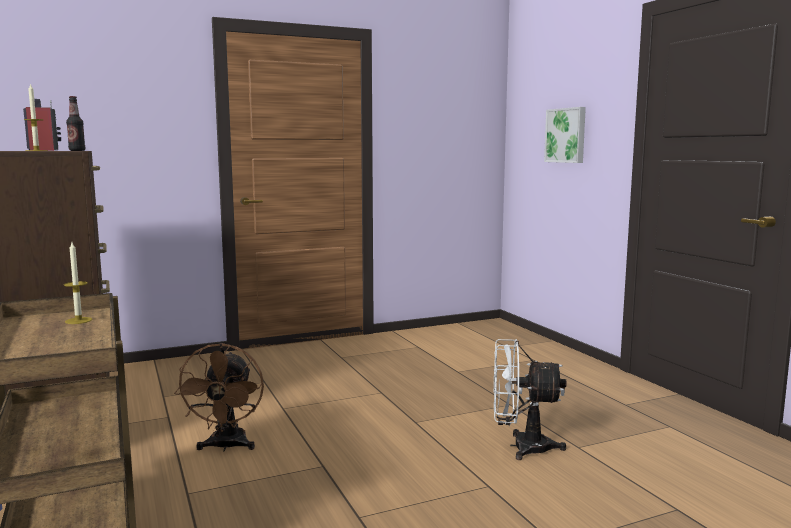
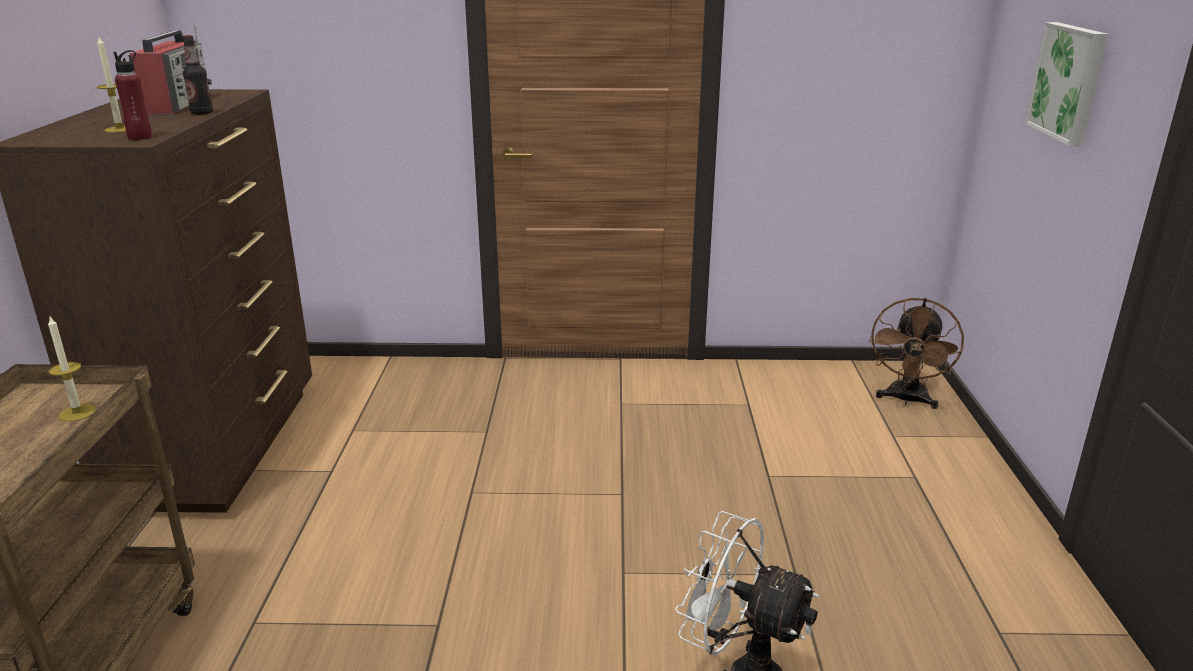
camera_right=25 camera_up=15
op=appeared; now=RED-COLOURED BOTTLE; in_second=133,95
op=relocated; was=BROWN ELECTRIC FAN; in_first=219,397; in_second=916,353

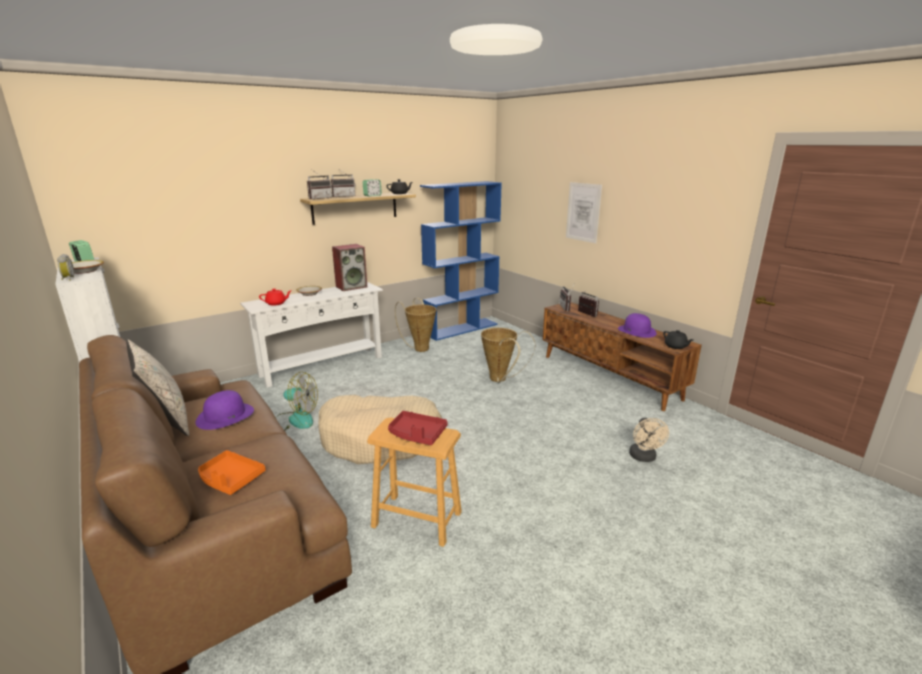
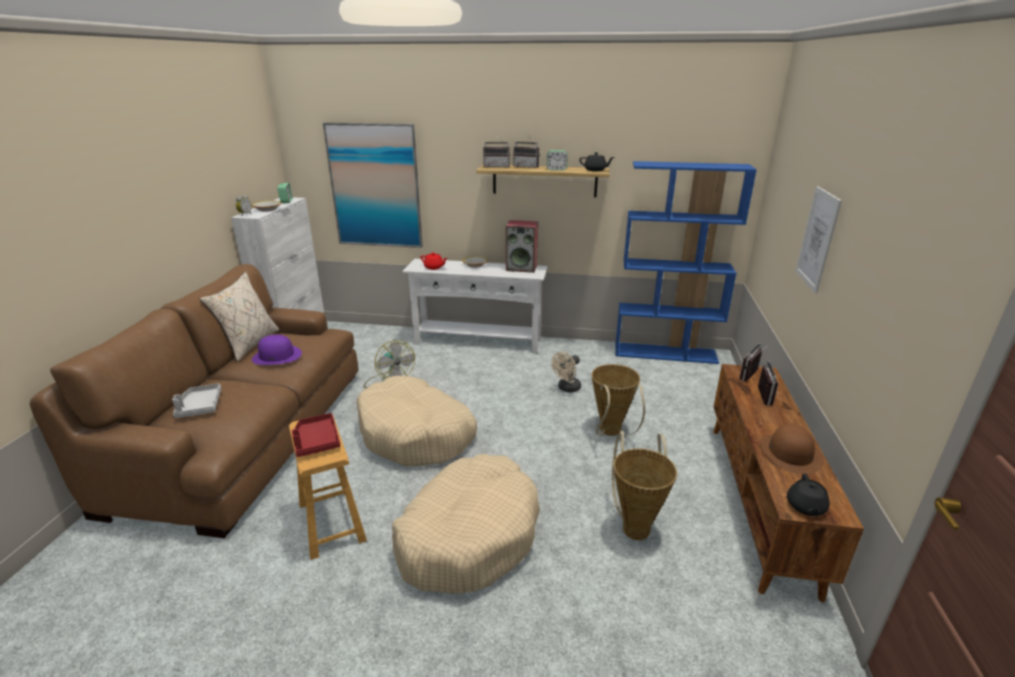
camera_right=45 camera_up=5
op=colour; was=ORANGE-COLOURED SERVING TRAY; now=GRAY SERVING TRAY; in_first=232,472; in_second=196,400
op=appeared; now=WALL PICTURE; in_second=373,185
op=appeared; now=BEIGE-COLOURED DOG BED; in_second=466,524
op=relocated; was=BEIGE-COLOURED ELECTRIC FAN; in_first=649,440; in_second=566,371
op=relocated; was=STORAGE BASKET; in_first=415,325; in_second=644,485
op=colour; was=PURPLE-COLOURED WEARABLE HAT; now=BROWN WEARABLE HAT; in_first=637,325; in_second=791,449

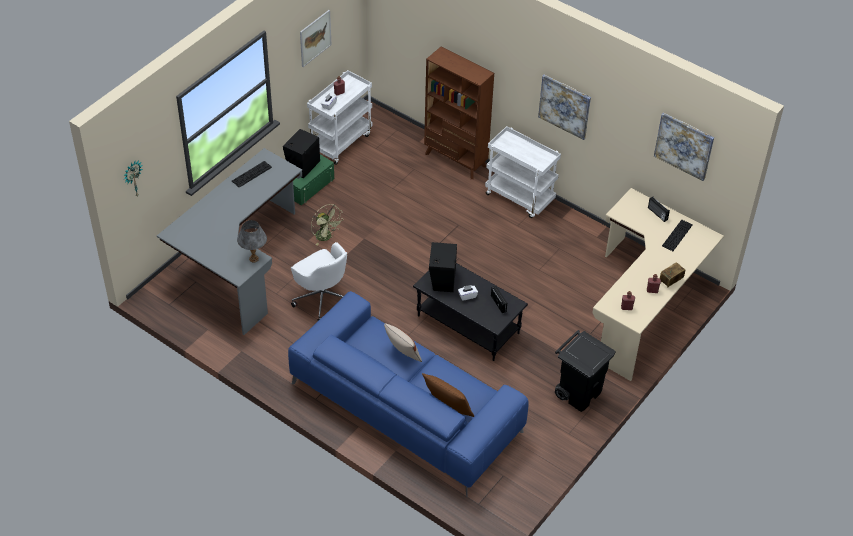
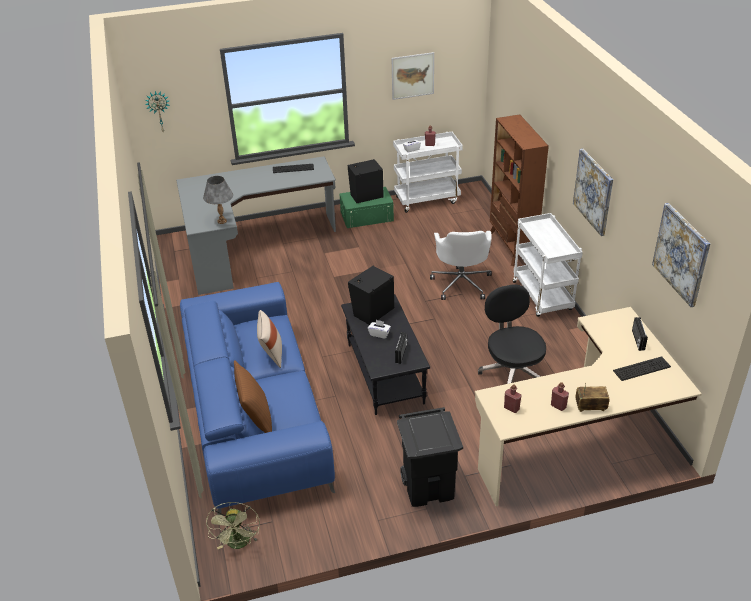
camera_right=40 camera_up=-10
op=relocated; was=GREENISH ELECTRIC FAN; in_first=327,224; in_second=233,525
op=relocated; was=WHITE DESK CHAIR; in_first=319,281; in_second=461,265
op=appeared; now=BLACKISH DESK CHAIR; in_second=512,334

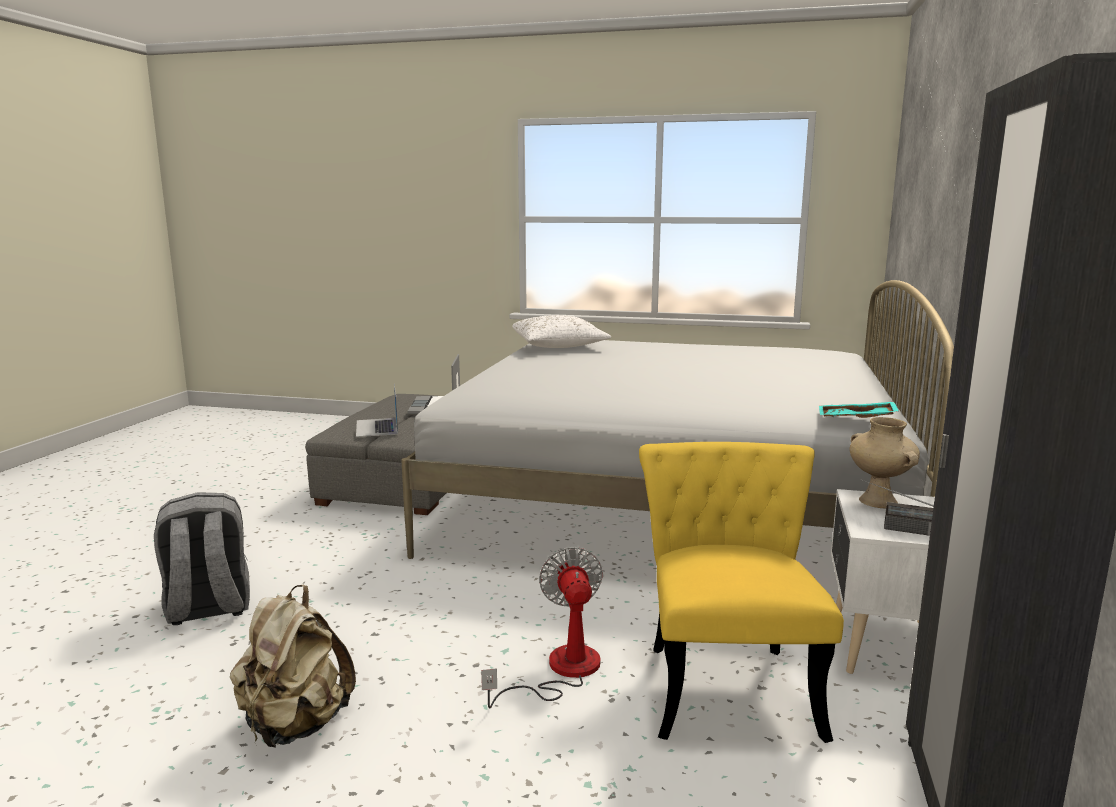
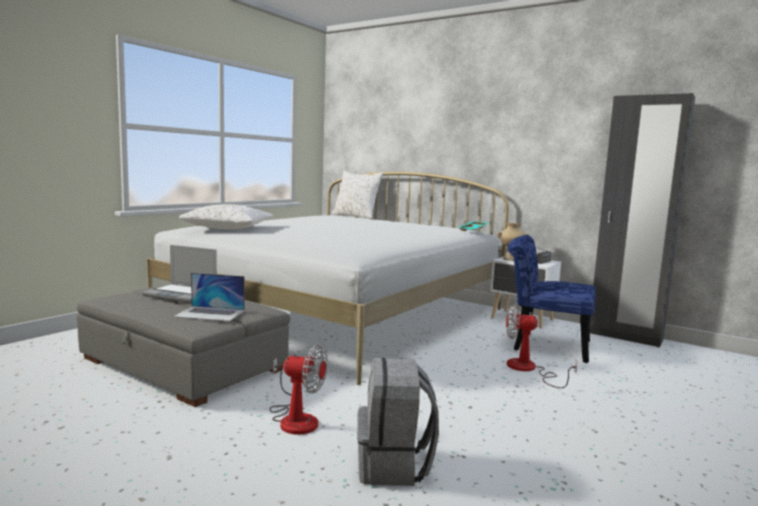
camera_right=-70 camera_up=-5
op=appeared; now=ELECTRIC FAN; in_second=299,390
op=appeared; now=WHITE THROW PILLOW; in_second=357,194
op=colour; was=YELLOW PLAIN CHAIR; now=BLUE PLAIN CHAIR; in_first=741,592; in_second=552,299
op=missing; was=BEIGE-COLOURED RUCKSACK; in_first=293,666

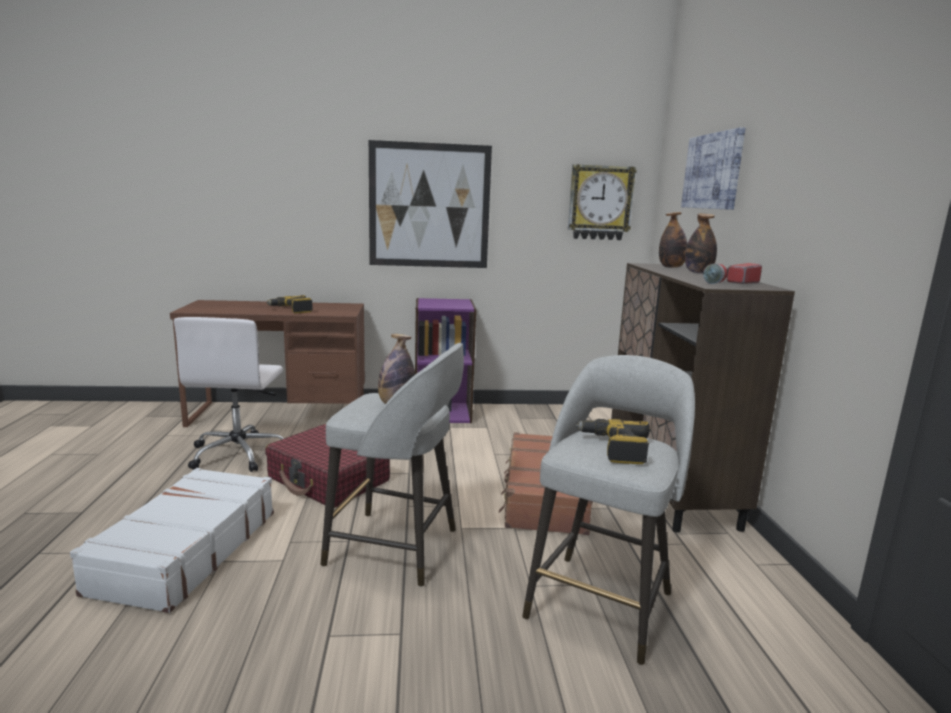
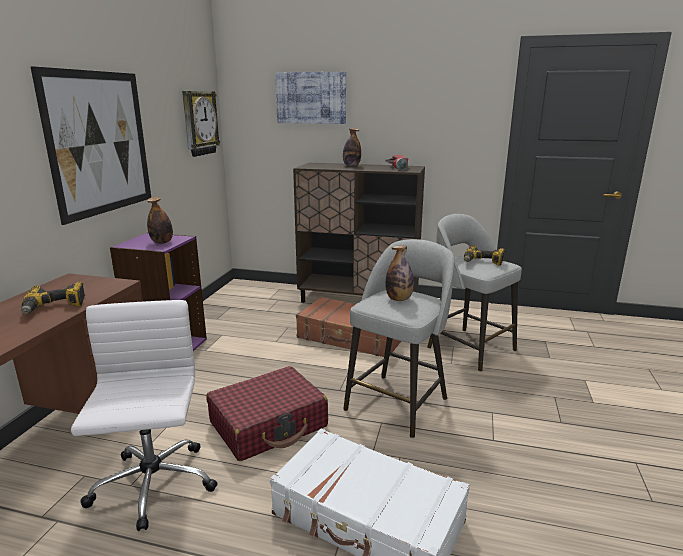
camera_right=-70 camera_up=5
op=spun; was=WHITE DESK CHAIR; in_first=229,394; in_second=144,415; clockwise=-120
op=relocated; was=BOTTLE; in_first=673,240; in_second=160,220

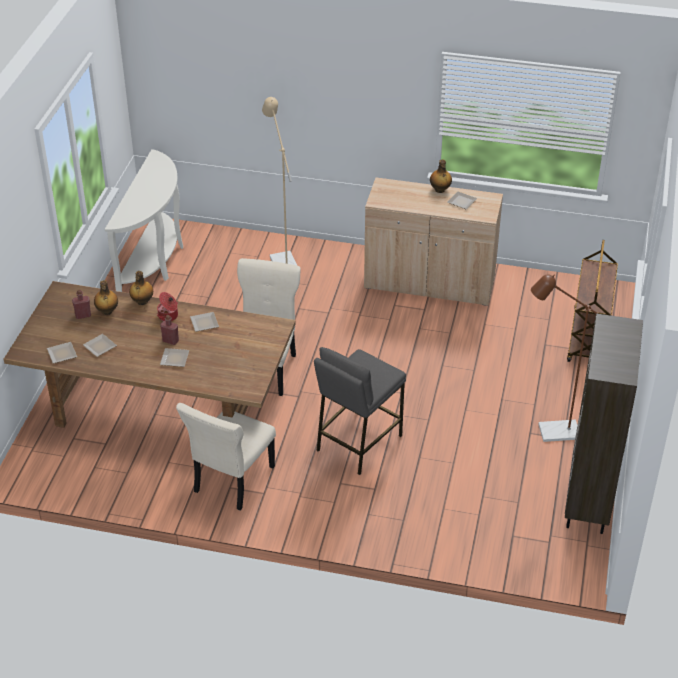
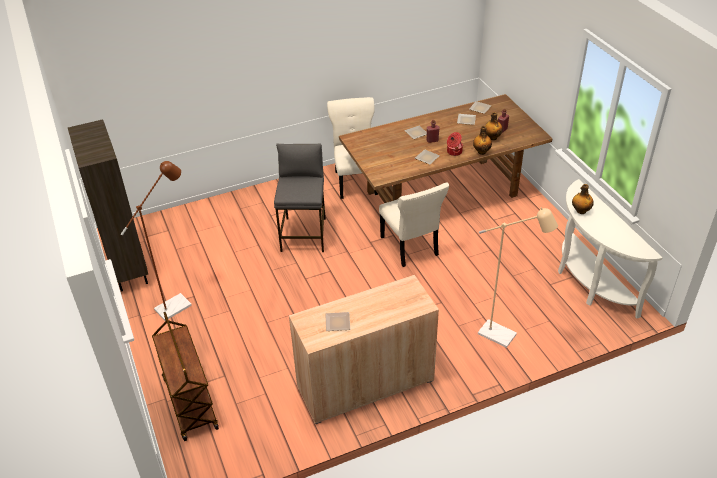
camera_right=145 camera_up=0
op=relocated; was=BOTTLE; in_first=441,176; in_second=583,199

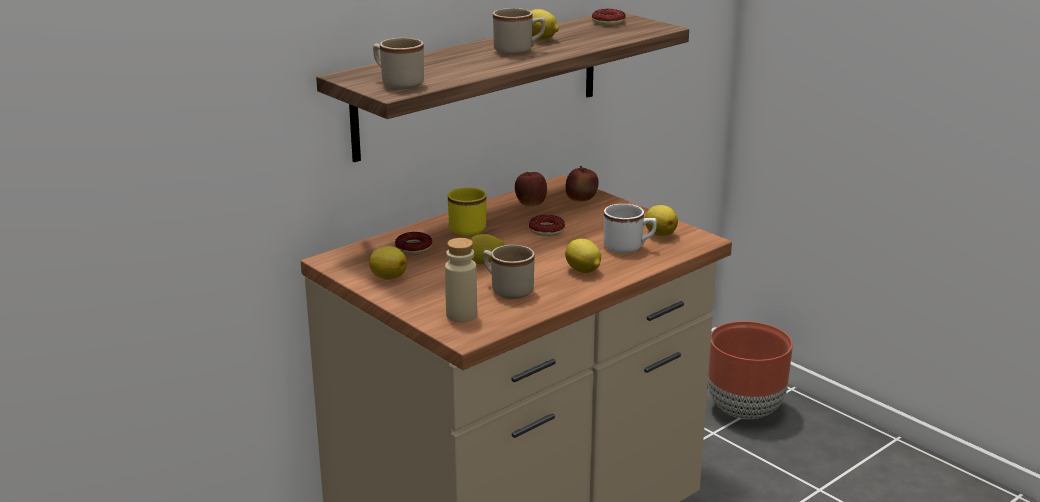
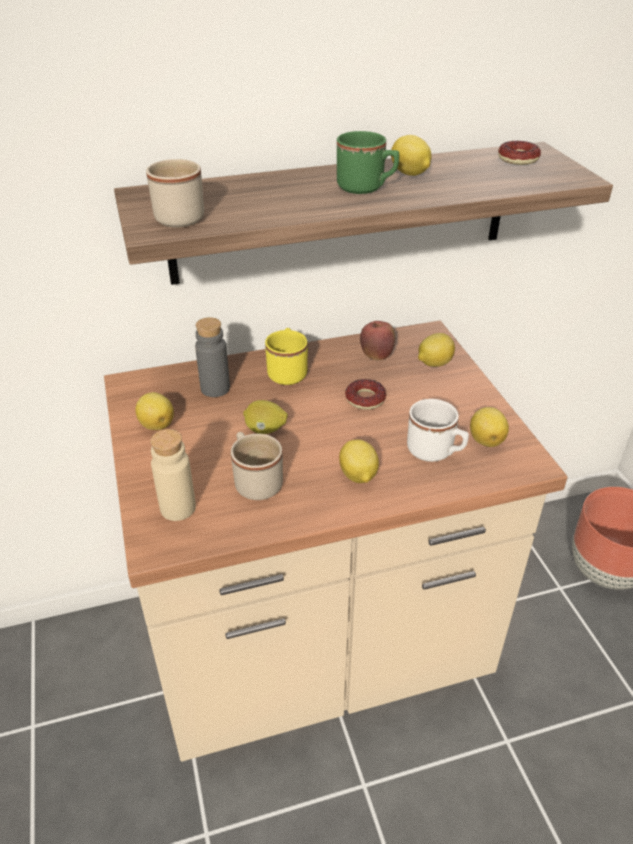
camera_right=25 camera_up=15
op=exchanged; was=RING DOUGHNUT; now=GRAY BOTTLE; in_first=413,243; in_second=212,357
op=colour; was=BEIGE-COLOURED COFFEE MUG; now=GREENISH COFFEE MUG; in_first=519,31; in_second=368,162
op=exchanged; was=WHOLE APPLE; now=LEMON; in_first=582,184; in_second=436,350

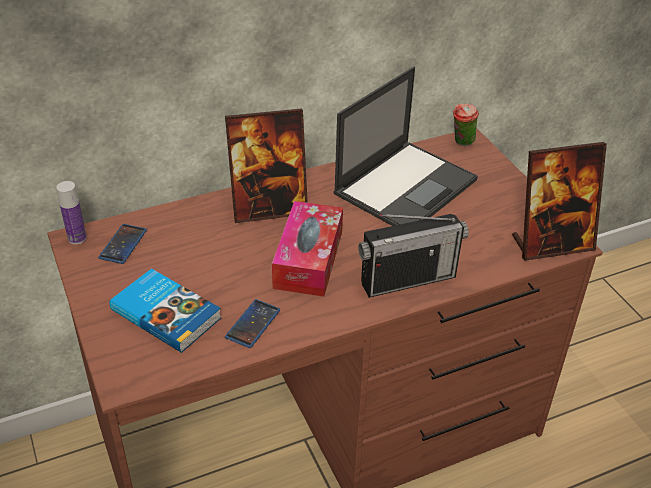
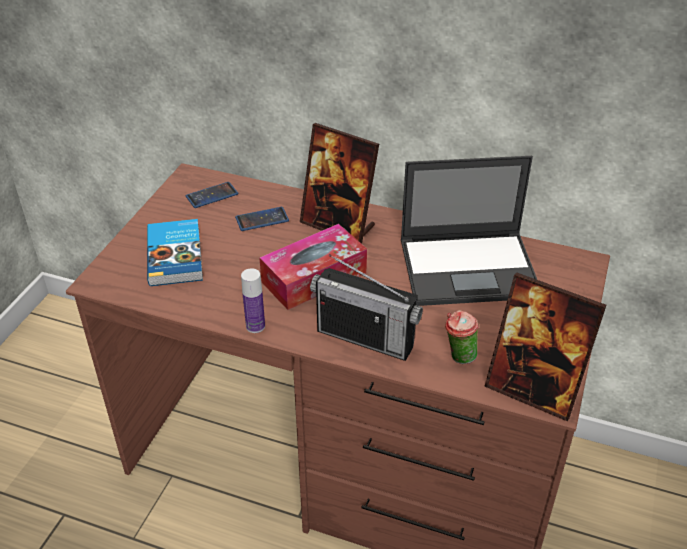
camera_right=45 camera_up=0
op=relocated; was=HANDSET; in_first=252,323; in_second=262,219
op=relocated; was=BOTTLE; in_first=71,212; in_second=253,300
op=relocated; was=DRINKING CUP; in_first=466,125; in_second=462,337

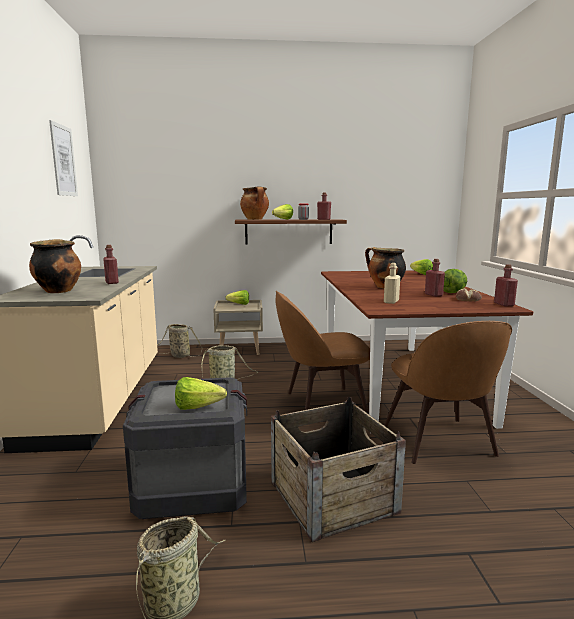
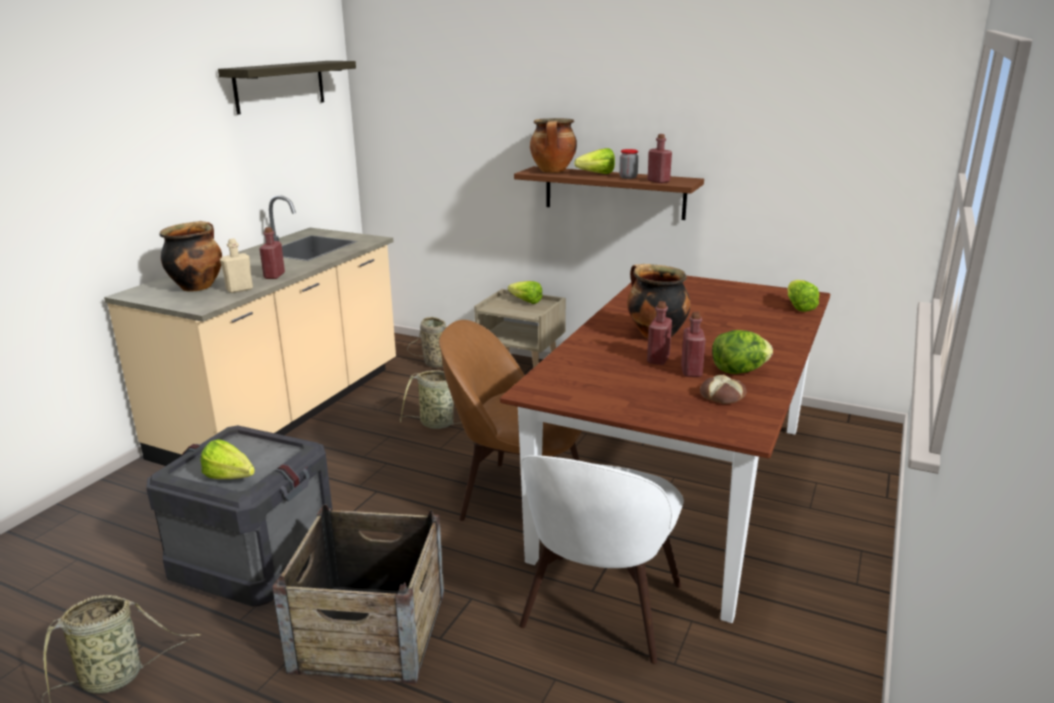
camera_right=30 camera_up=10
op=exchanged; was=WALL PICTURE; now=BRACKET SHELF; in_first=63,158; in_second=287,87
op=relocated; was=BEIGE-COLOURED BOTTLE; in_first=392,283; in_second=236,266
op=colour; was=BROWN PLAIN CHAIR; now=WHITE PLAIN CHAIR; in_first=448,392; in_second=601,559
op=relocated; was=RED-COLOURED BOTTLE; in_first=506,285; in_second=659,333

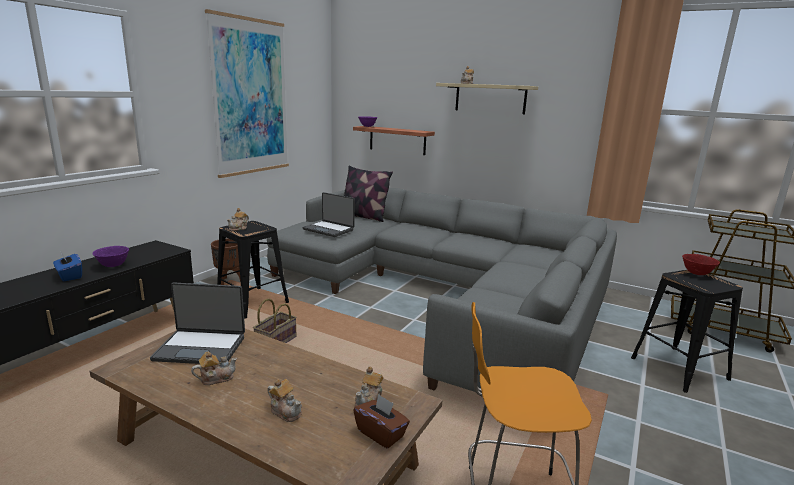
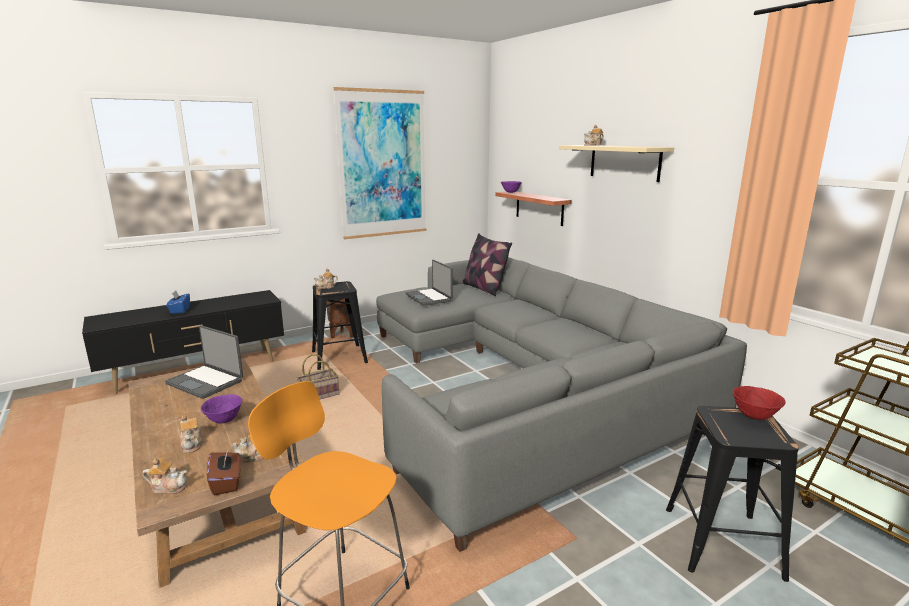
camera_right=30 camera_up=0
op=relocated; was=POT FOR TEA; in_first=214,368; in_second=165,475
op=relocated; was=PURPLE-COLOURED DEEP DISH; in_first=111,256; in_second=221,408

